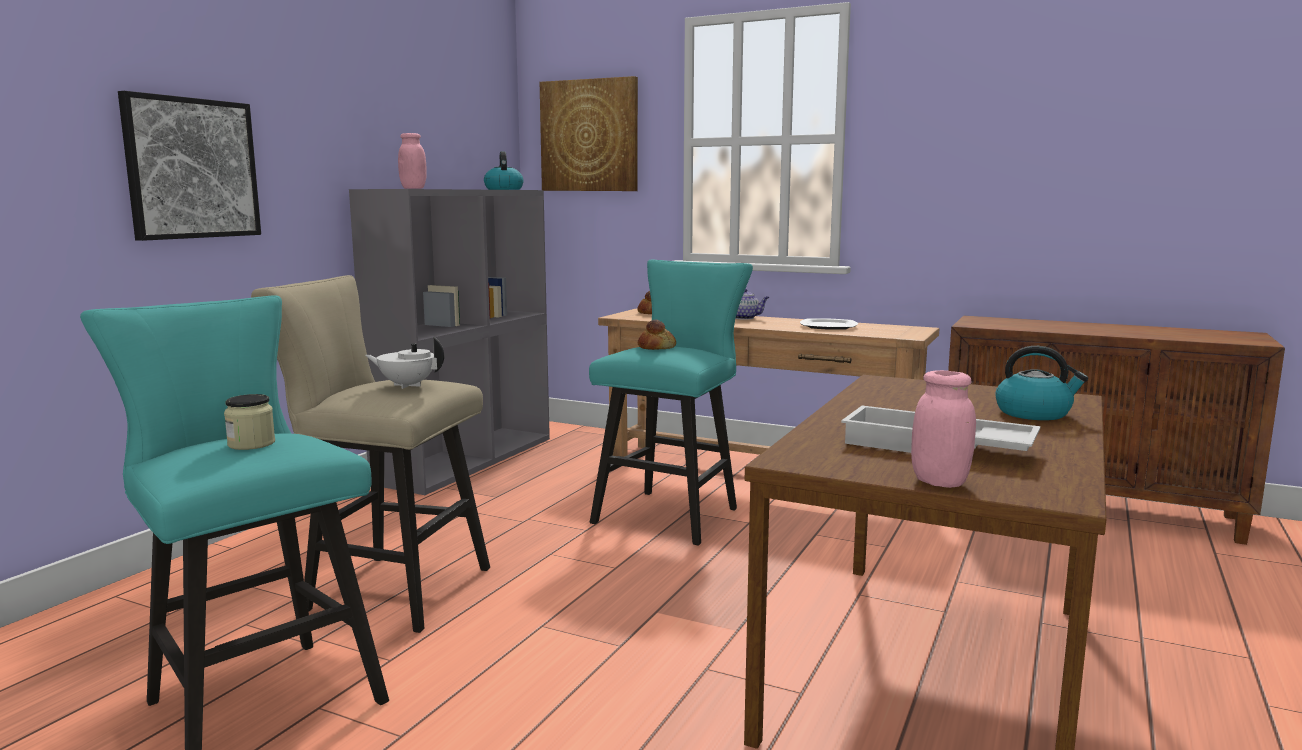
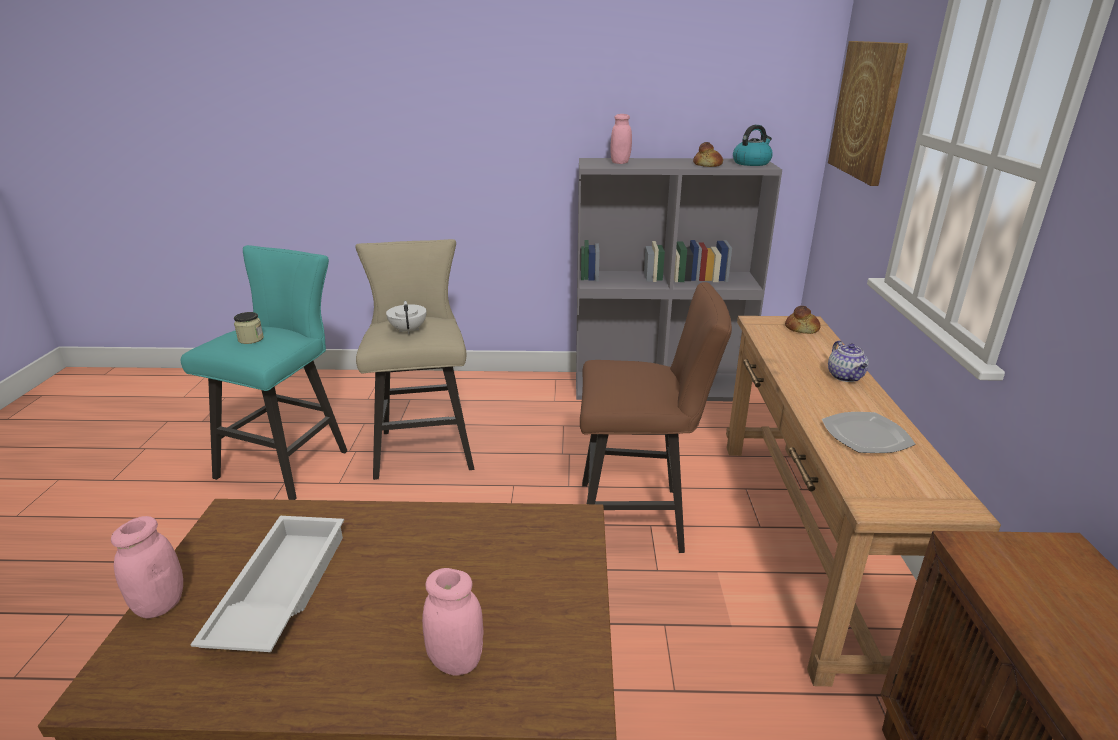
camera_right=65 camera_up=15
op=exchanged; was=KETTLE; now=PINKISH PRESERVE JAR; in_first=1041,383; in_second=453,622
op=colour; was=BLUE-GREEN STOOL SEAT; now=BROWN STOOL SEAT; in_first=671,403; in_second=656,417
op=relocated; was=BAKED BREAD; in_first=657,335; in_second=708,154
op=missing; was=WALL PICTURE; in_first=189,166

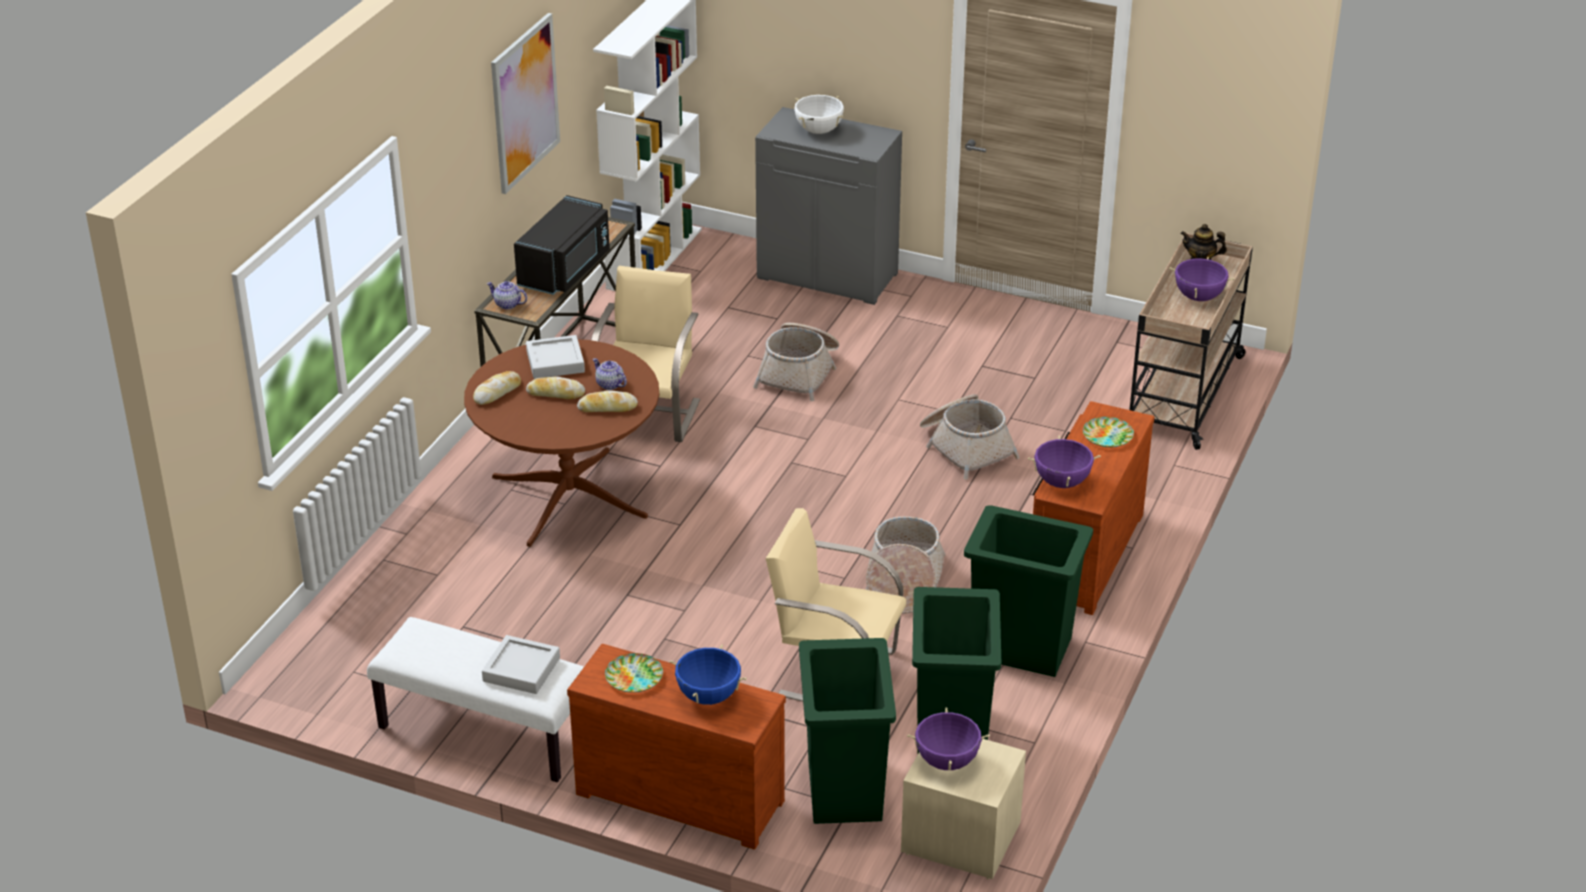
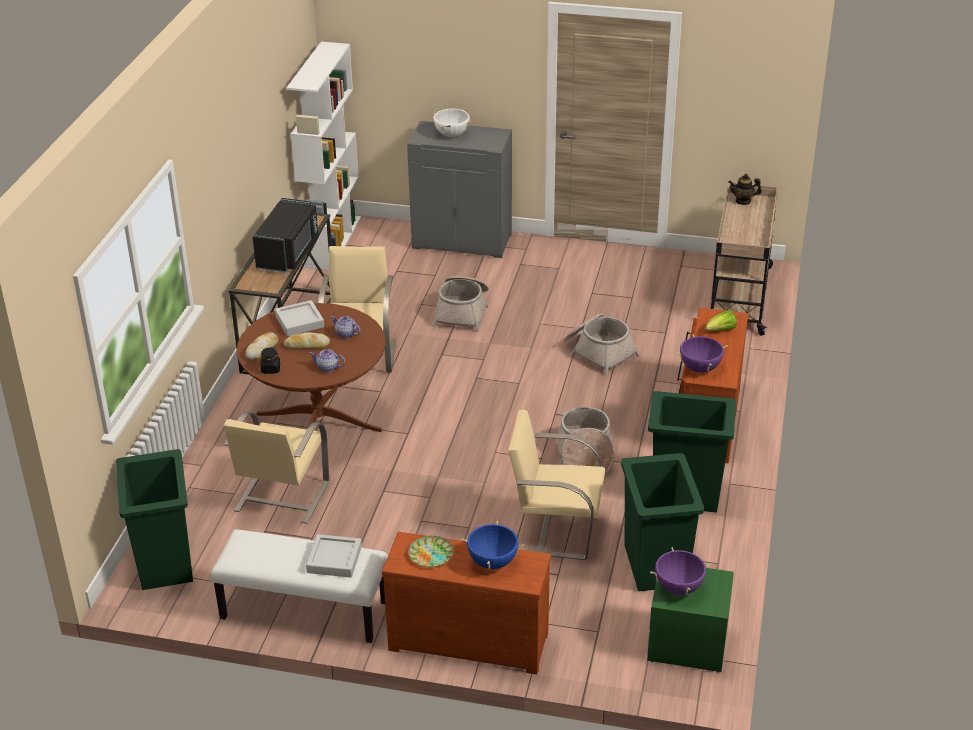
camera_right=-10 camera_up=0
op=relocated; was=GREENISH TRASH CAN; in_first=847,731; in_second=154,519
op=appeared; now=BEIGE-COLOURED PLAIN CHAIR; in_second=276,467
op=appeared; now=BLACKISH PRESERVE JAR; in_second=270,360
op=relocated; was=POT FOR TEA; in_first=507,295; in_second=327,360
op=colour; was=BEIGE-COLOURED NIGHTSTAND; now=GREENISH NIGHTSTAND; in_first=963,809; in_second=690,620
op=exchanged; was=PLATE; now=LETTUCE; in_first=1108,432; in_second=721,321
op=missing; was=WALL PICTURE; in_first=525,103
op=missing; was=BAKED BREAD; in_first=607,401
op=missing; was=PURPLE-COLOURED SAUCEPOT; in_first=1202,279

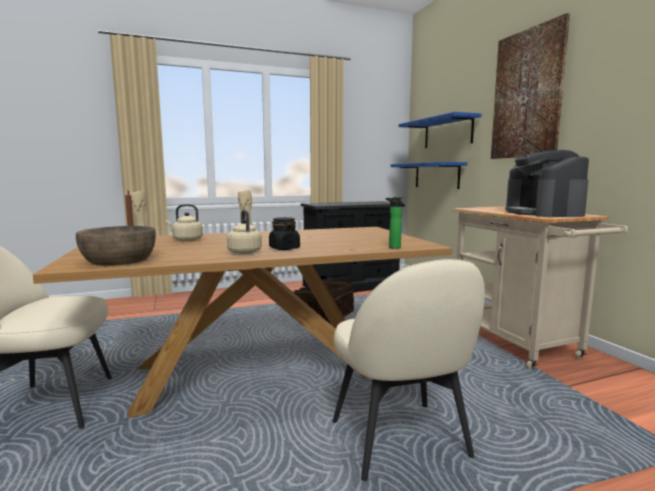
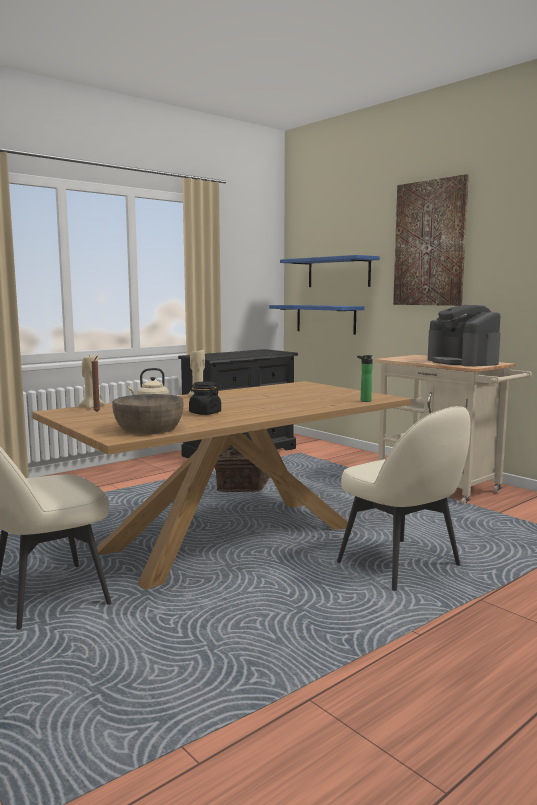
camera_right=-20 camera_up=0
op=relocated; was=BLACKISH PRESERVE JAR; in_first=284,233; in_second=205,398
op=missing; was=BEIGE-COLOURED KETTLE; in_first=244,232

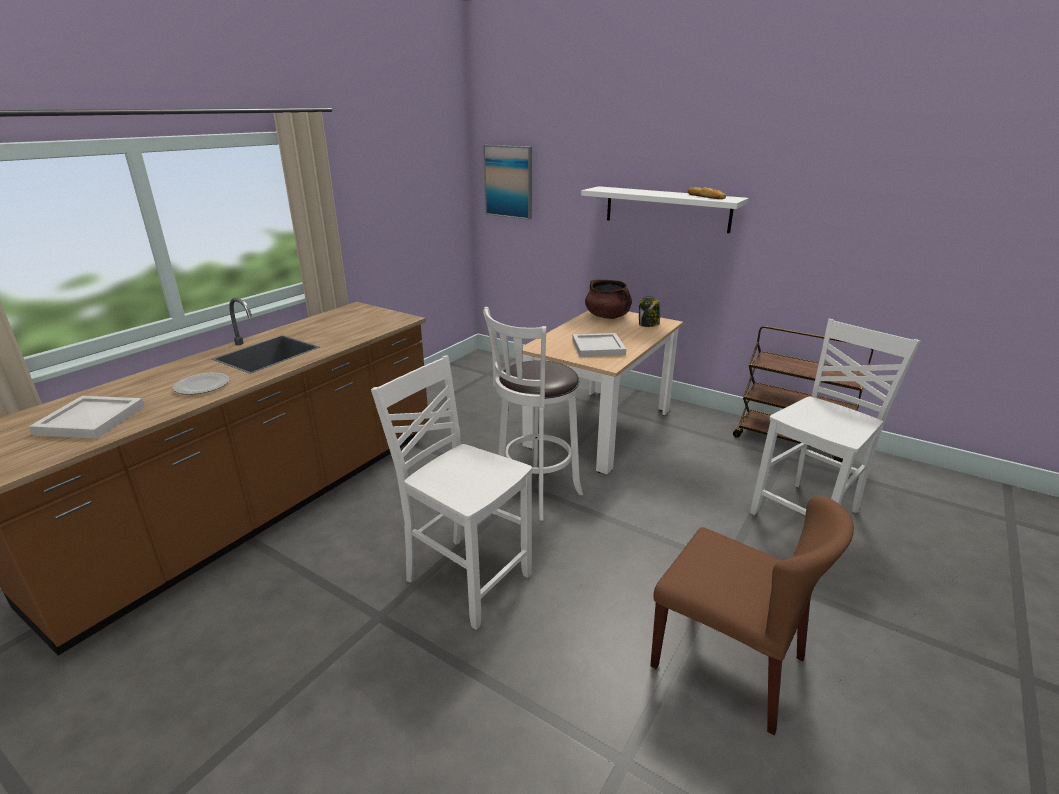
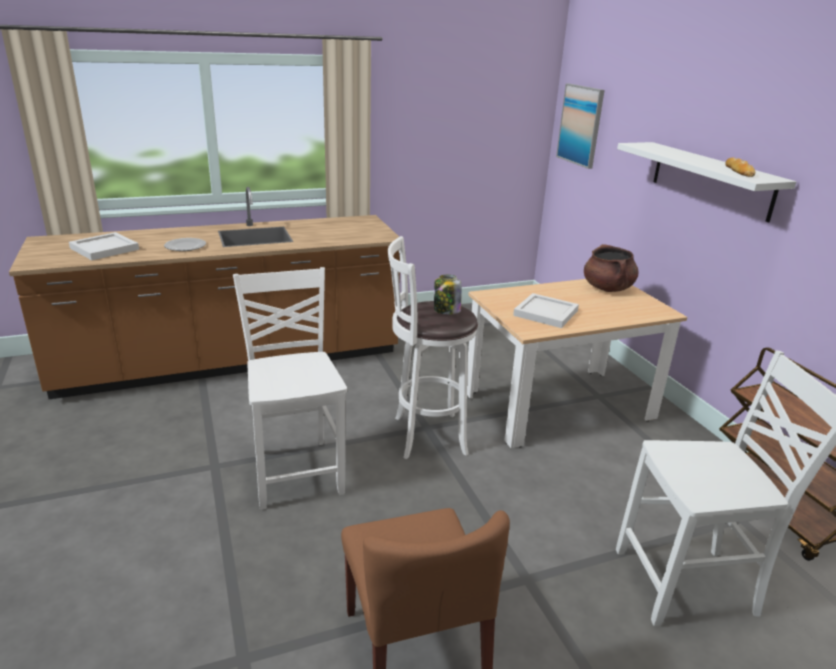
camera_right=35 camera_up=0
op=relocated; was=PRESERVE JAR; in_first=649,311; in_second=448,294

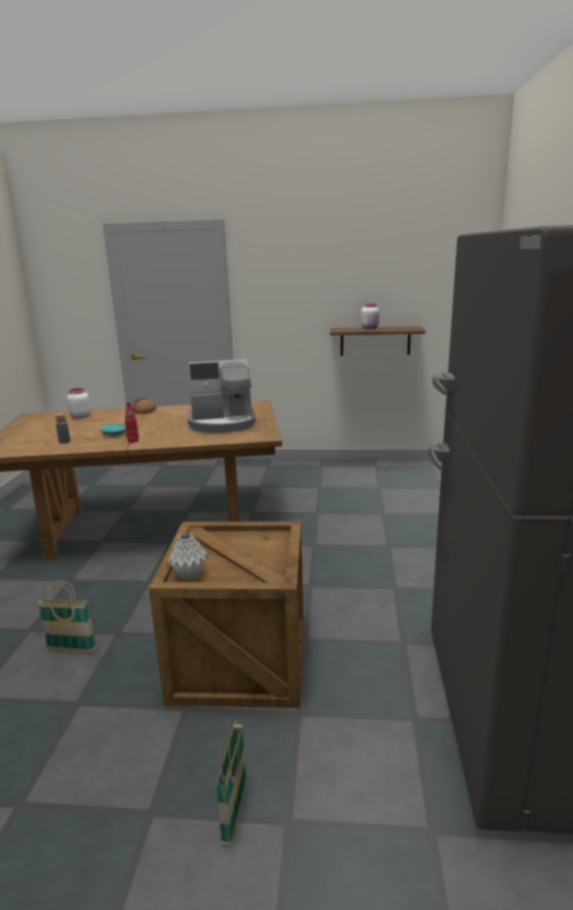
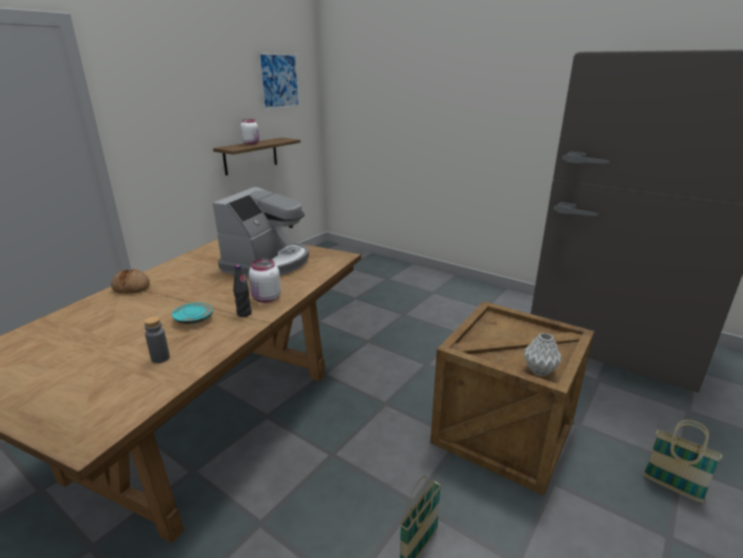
camera_right=-60 camera_up=5
op=colour; was=RED-COLOURED BOTTLE; now=BLACKISH BOTTLE; in_first=132,422; in_second=242,291
op=relocated; was=WHITE PRESERVE JAR; in_first=79,403; in_second=265,280
op=appeared; now=WALL PICTURE; in_second=279,81

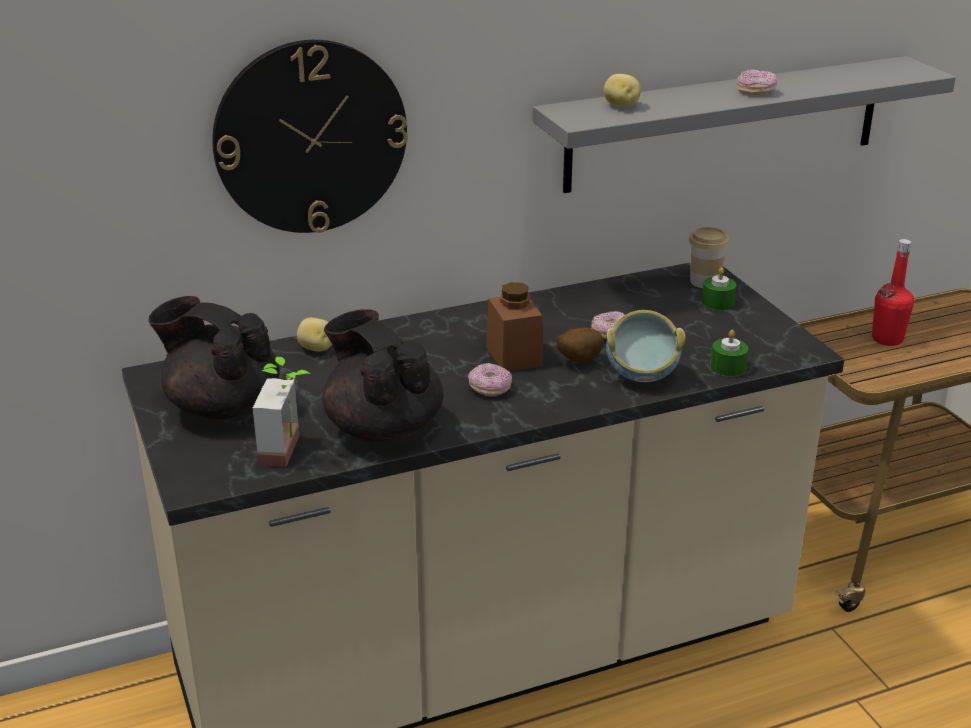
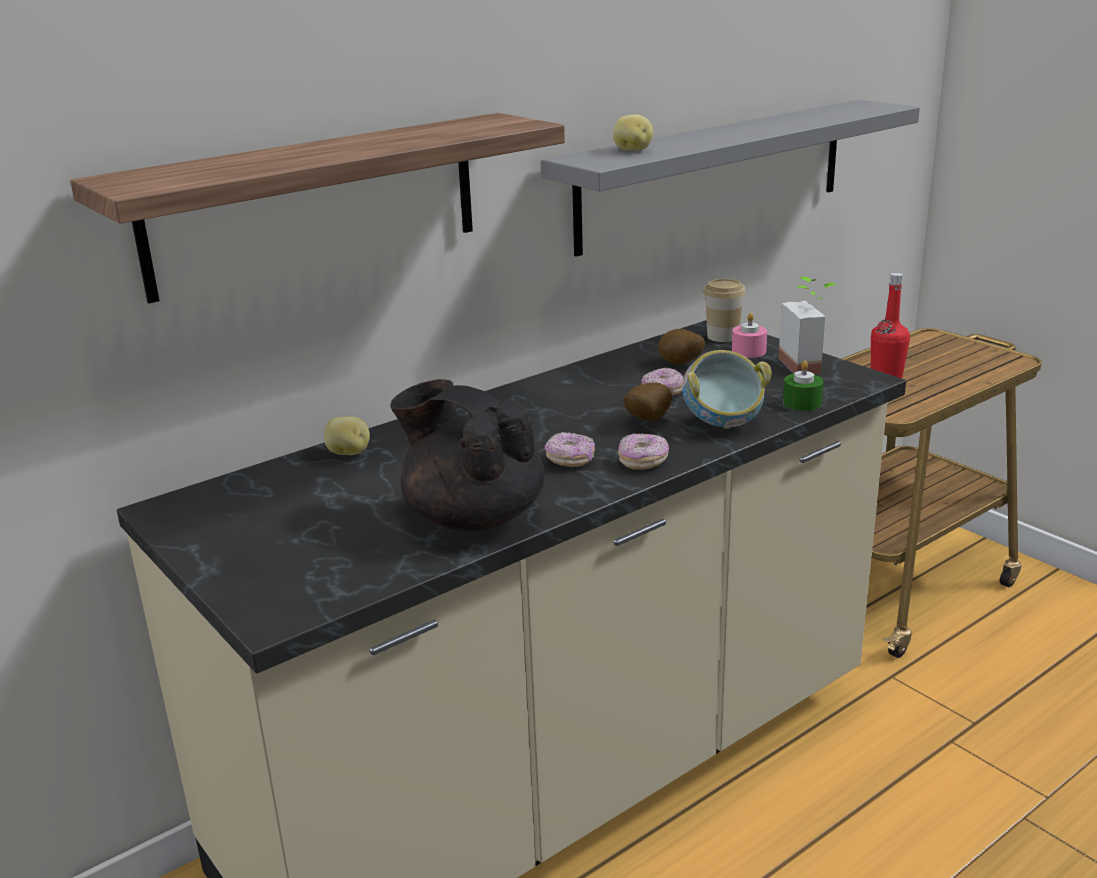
camera_right=-15 camera_up=-5
op=exchanged; was=CLOCK ON THE WALL; now=BRACKET SHELF; in_first=310,136; in_second=317,208
op=relocated; was=RING DOUGHNUT; in_first=757,82; in_second=643,451
op=appeared; now=POTATO; in_second=681,346
op=colour; was=GREENISH WAX LIGHT; now=PINKISH WAX LIGHT; in_first=719,288; in_second=749,335
op=relocated; was=HOUSEPLANT; in_first=281,412; in_second=808,326
op=missing; was=BLACKISH POT FOR TEA; in_first=214,357
op=missing; was=BROWN PRESERVE JAR; in_first=514,326

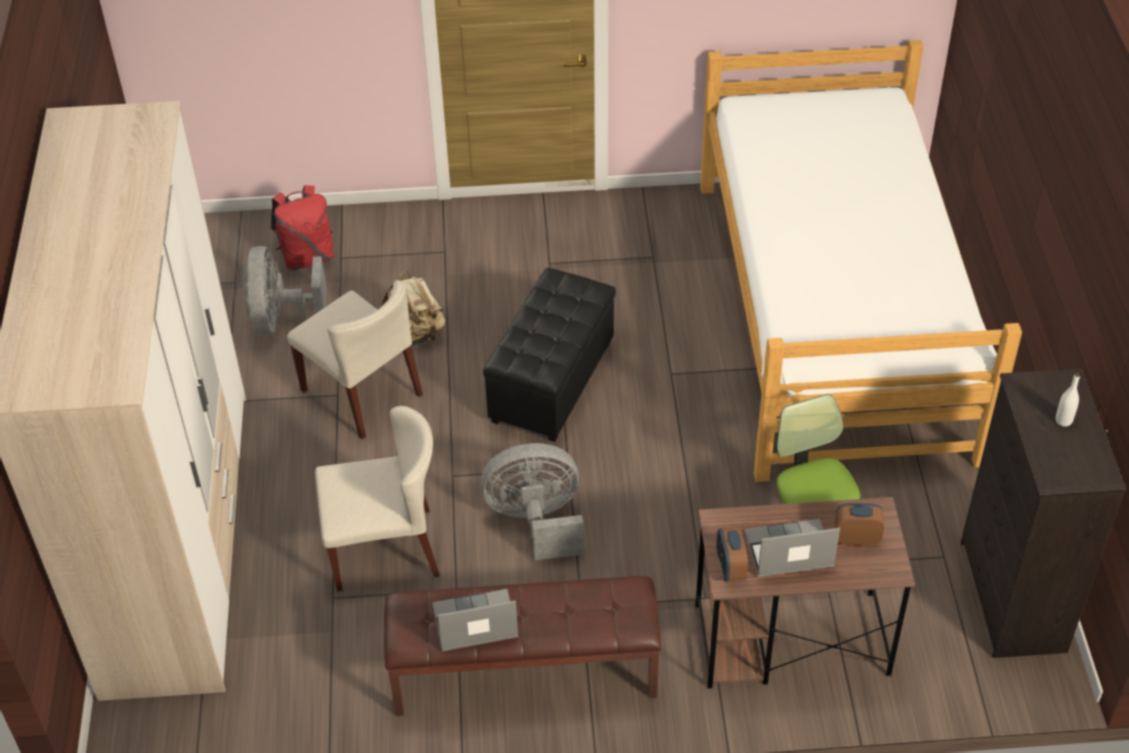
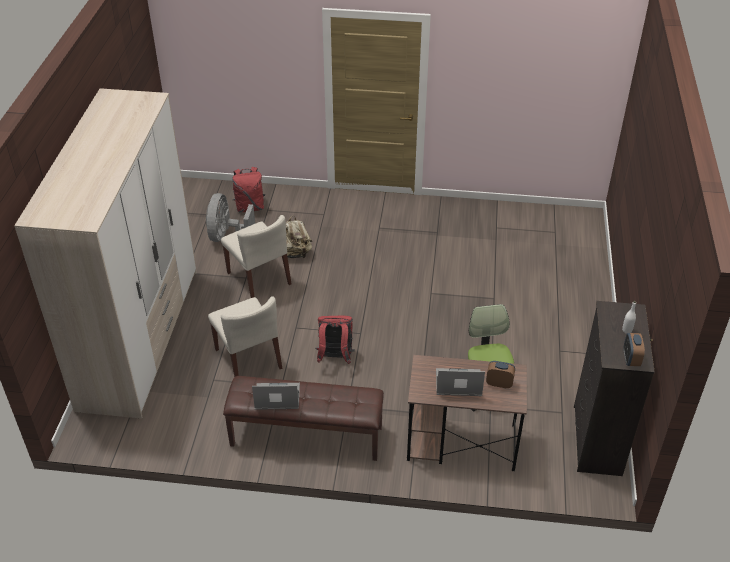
camera_right=10 camera_up=-5
op=spun; was=BEIGE-COLOURED PLAIN CHAIR; in_first=377,498; in_second=245,336; clockwise=60
op=exchanged; was=GRAY ELECTRIC FAN; now=RED-COLOURED RUCKSACK; in_first=532,501; in_second=335,340
op=relocated; was=ALARM CLOCK; in_first=732,554; in_second=634,349
op=missing; was=BLACKISH POUFFE; in_first=549,355
op=missing; was=SLEEPING BED; in_first=861,261

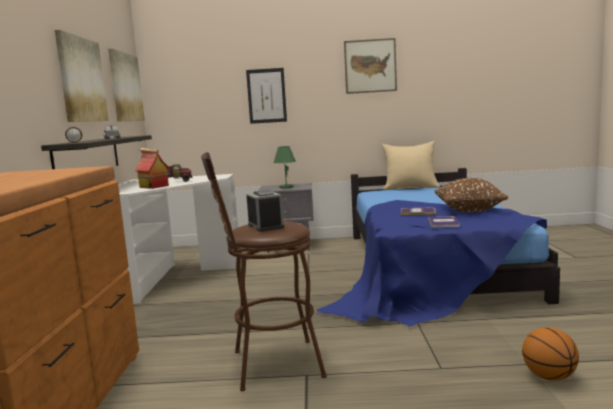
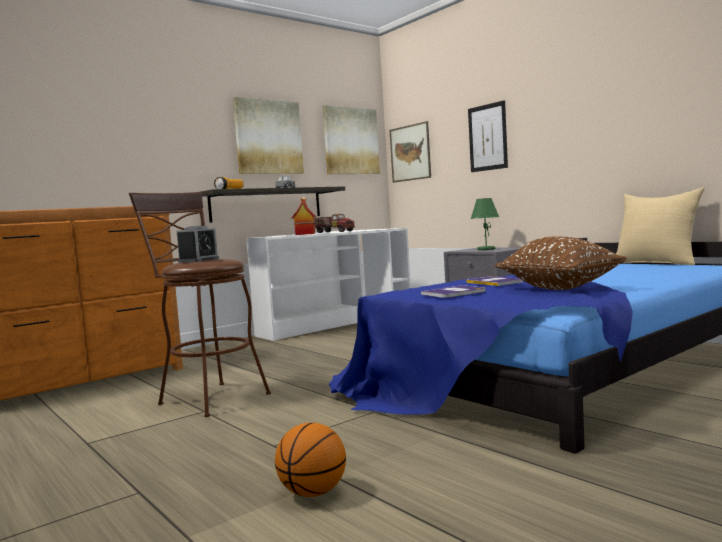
camera_right=50 camera_up=-5
op=relocated; was=WALL PICTURE; in_first=370,66; in_second=410,152

